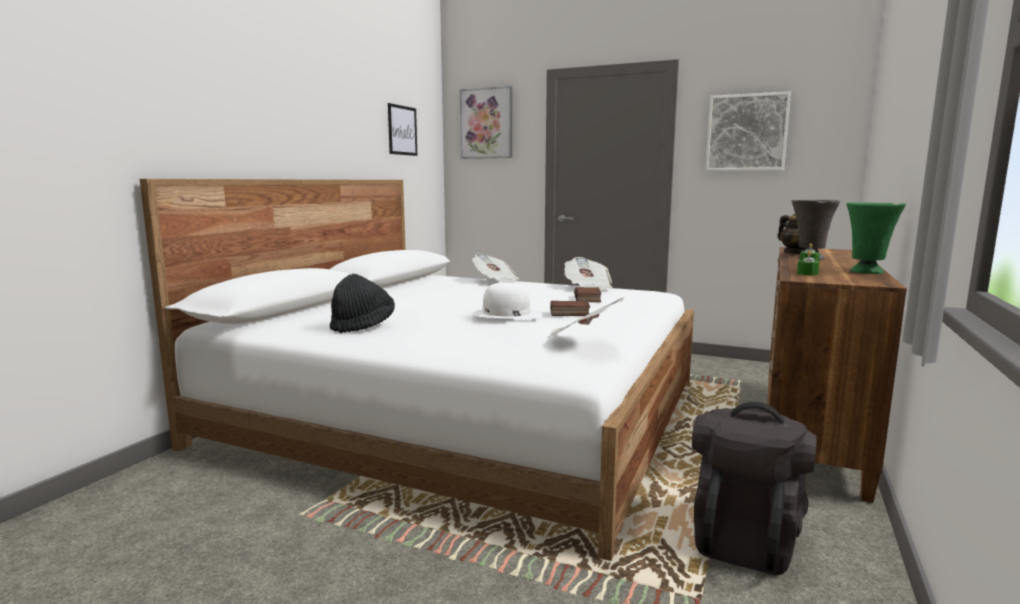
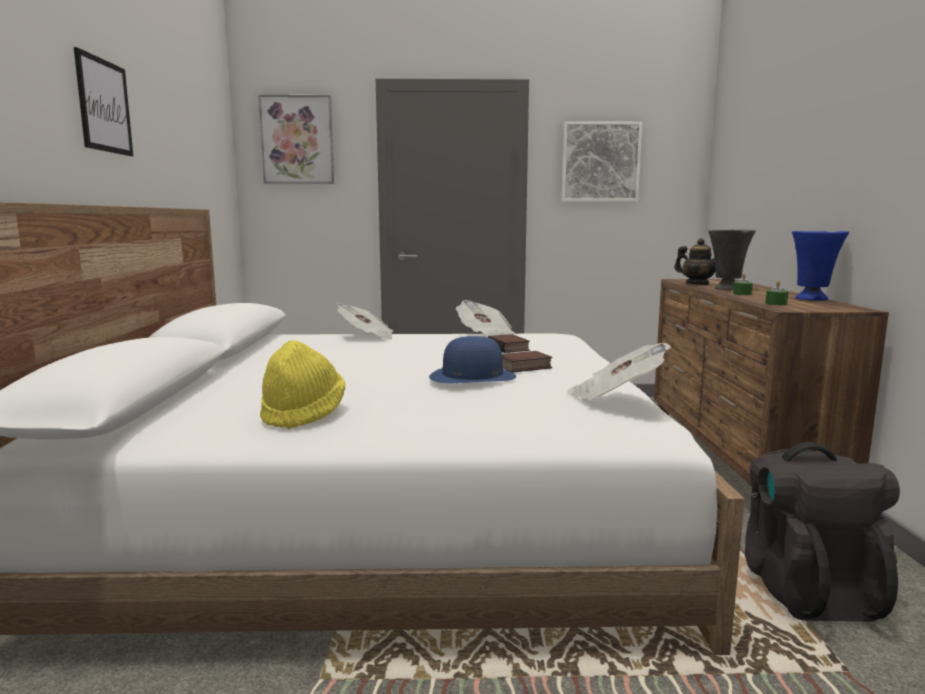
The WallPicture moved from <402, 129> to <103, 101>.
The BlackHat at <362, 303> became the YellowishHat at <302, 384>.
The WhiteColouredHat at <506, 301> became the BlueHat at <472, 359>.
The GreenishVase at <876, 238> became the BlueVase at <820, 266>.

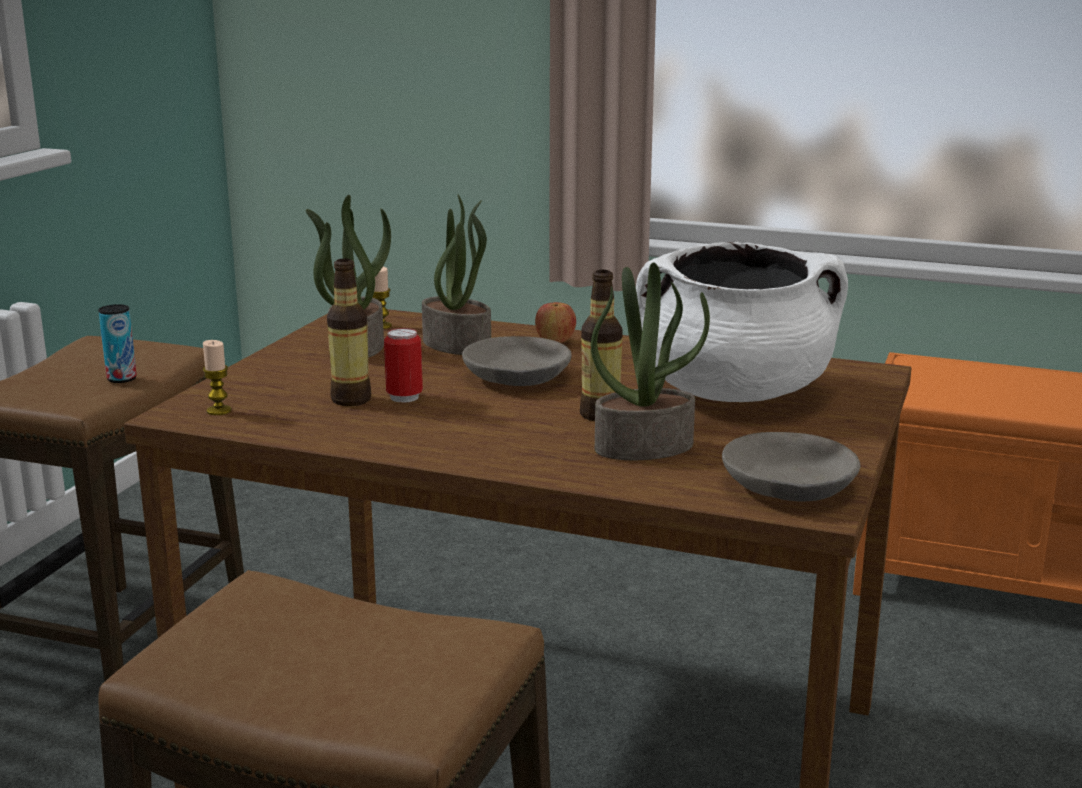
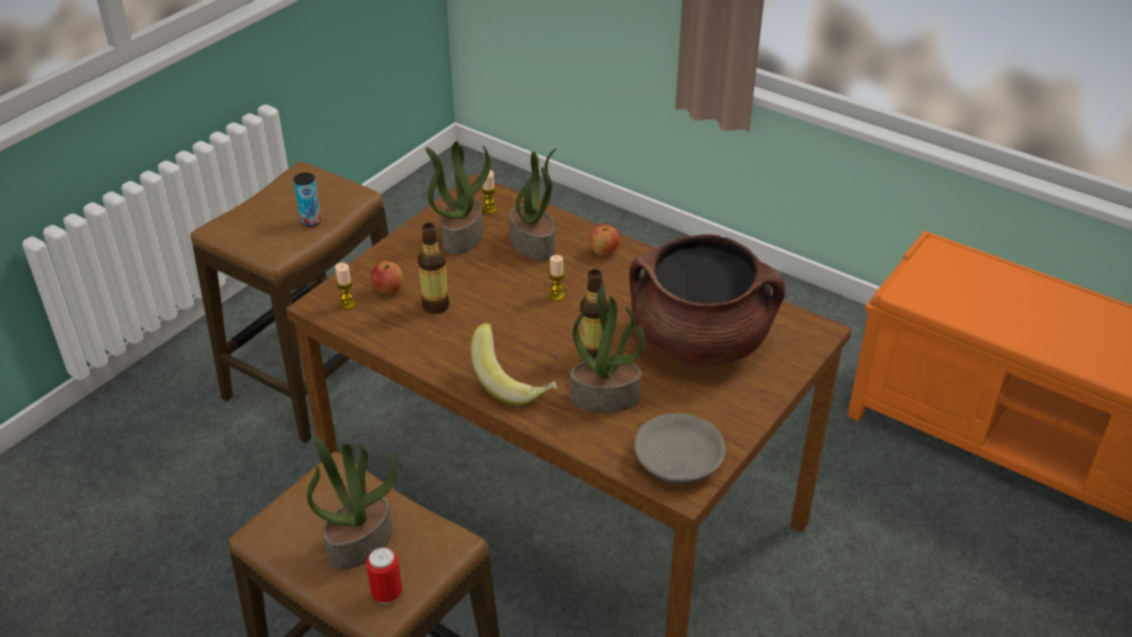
The Houseplant at <351, 504> appeared.
The WholeApple at <387, 277> appeared.
The WholeBanana at <514, 364> appeared.
The Can moved from <403, 365> to <384, 575>.
The GrayServingBowl at <517, 361> was replaced by the WaxCandle at <556, 278>.
The WhiteColouredCookingPot at <742, 322> became the BrownishCookingPot at <707, 300>.

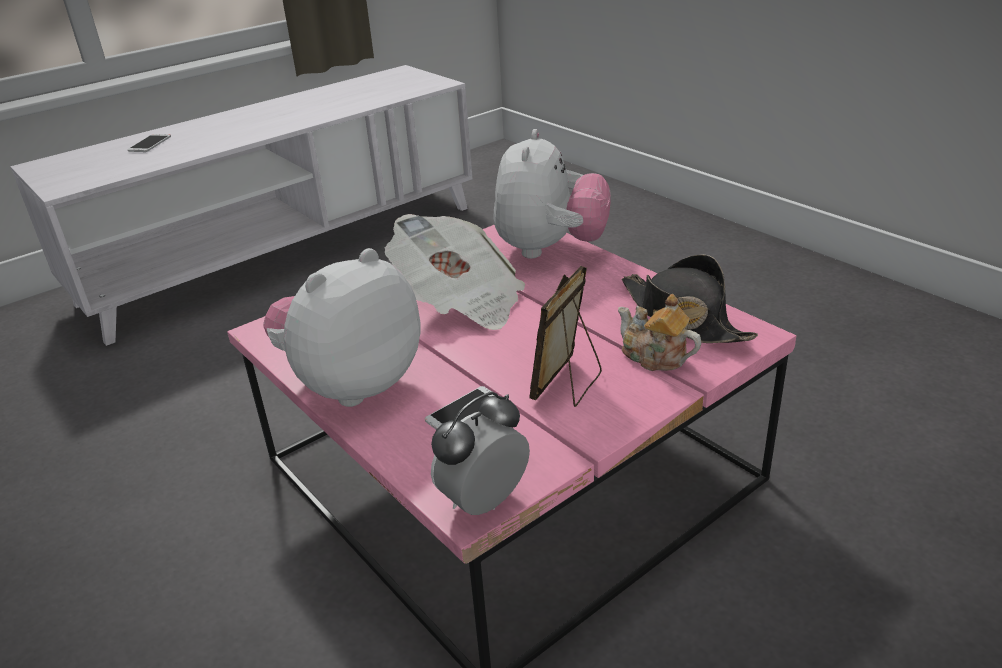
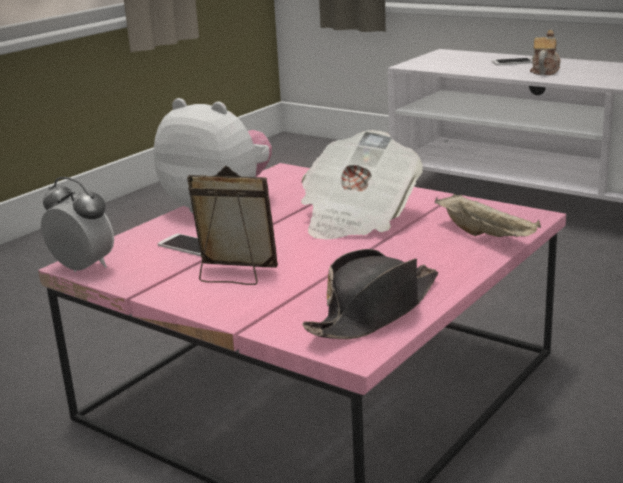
The PotForTea moved from <659, 332> to <545, 52>.
The PlushToy at <552, 194> was replaced by the BeigeColouredCarryingTray at <488, 215>.

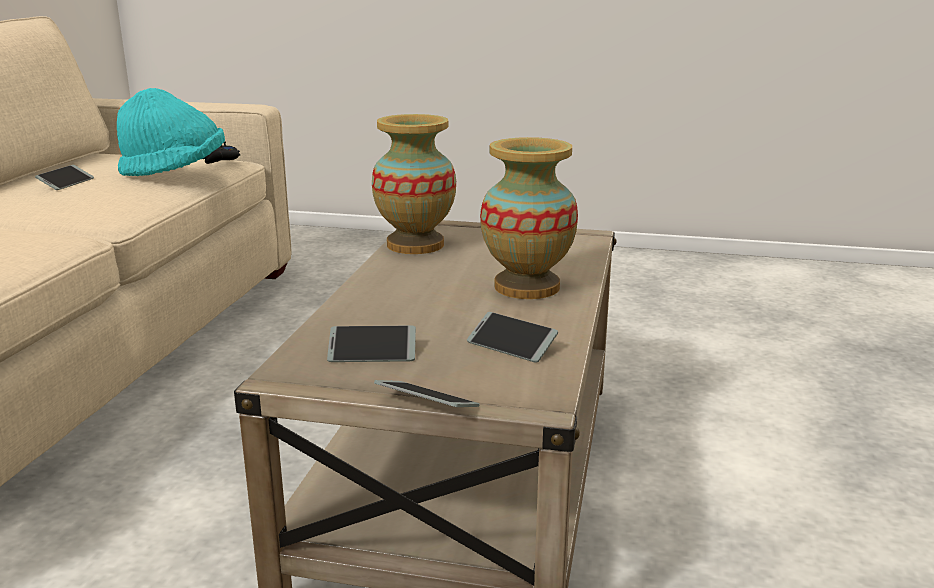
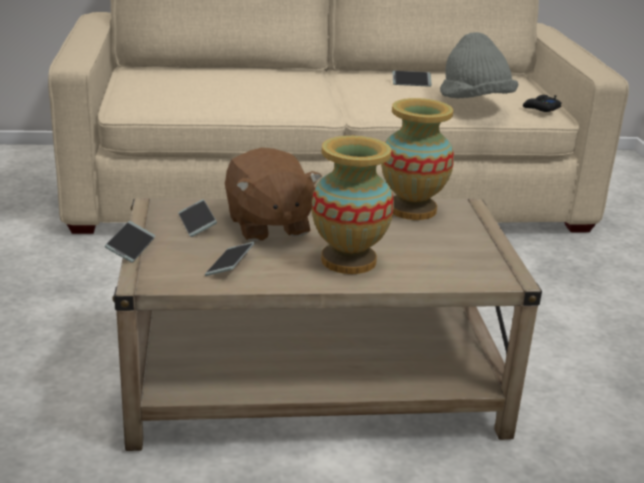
The BrownishPlushToy at <273, 194> appeared.
The BlueGreenHat at <171, 132> became the GrayHat at <479, 65>.

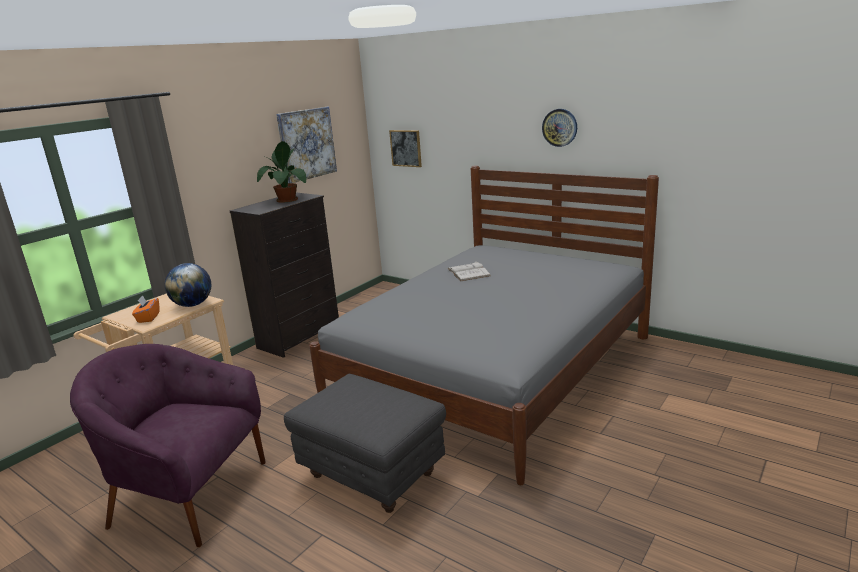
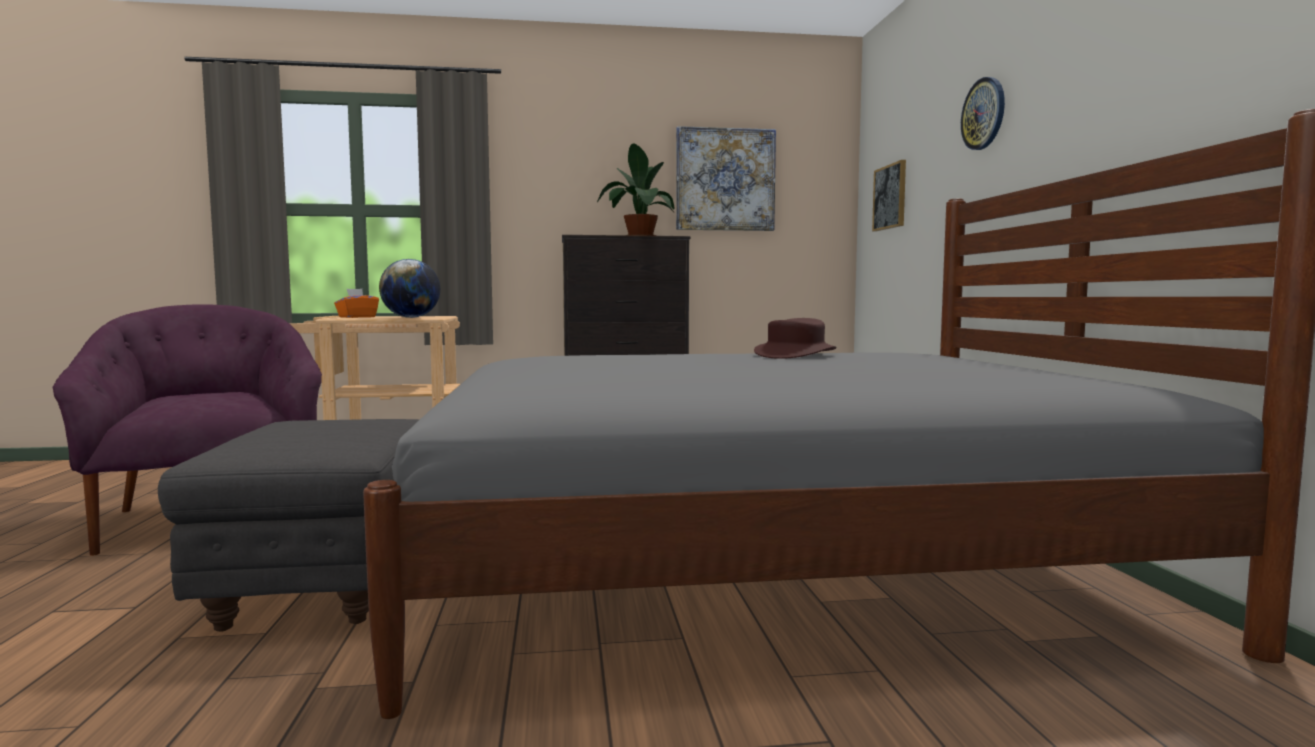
The WallClock moved from <559, 128> to <983, 113>.
The WhiteColouredVolume at <469, 271> was replaced by the BrownishHat at <795, 338>.

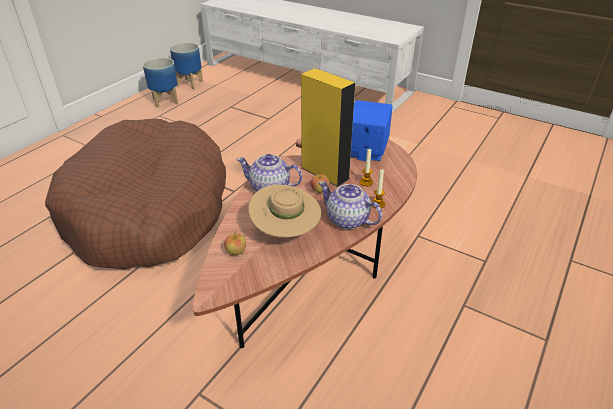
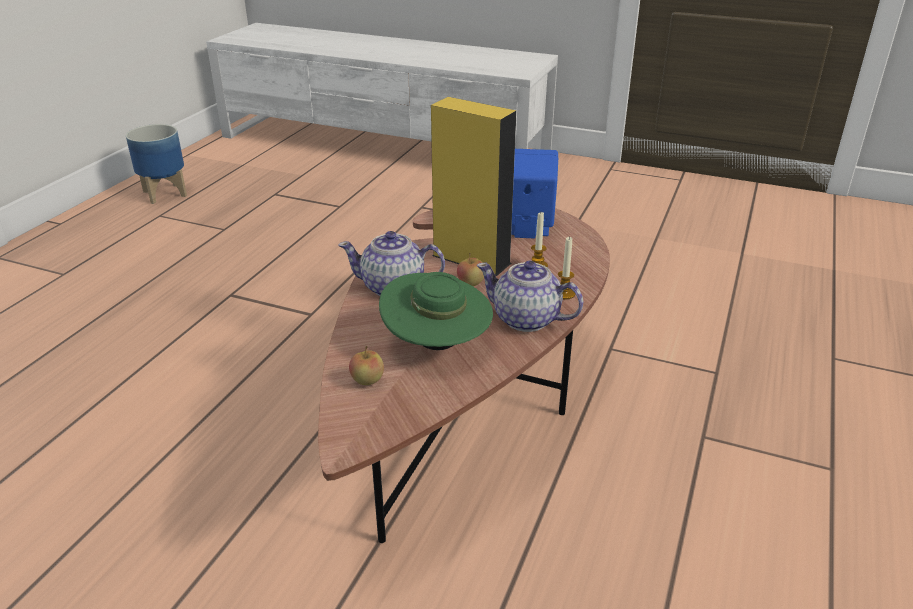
The BrownishDogCushion at <135, 194> disappeared.
The FlowerPot at <186, 65> disappeared.
The BeigeColouredHat at <284, 210> became the GreenishHat at <436, 311>.

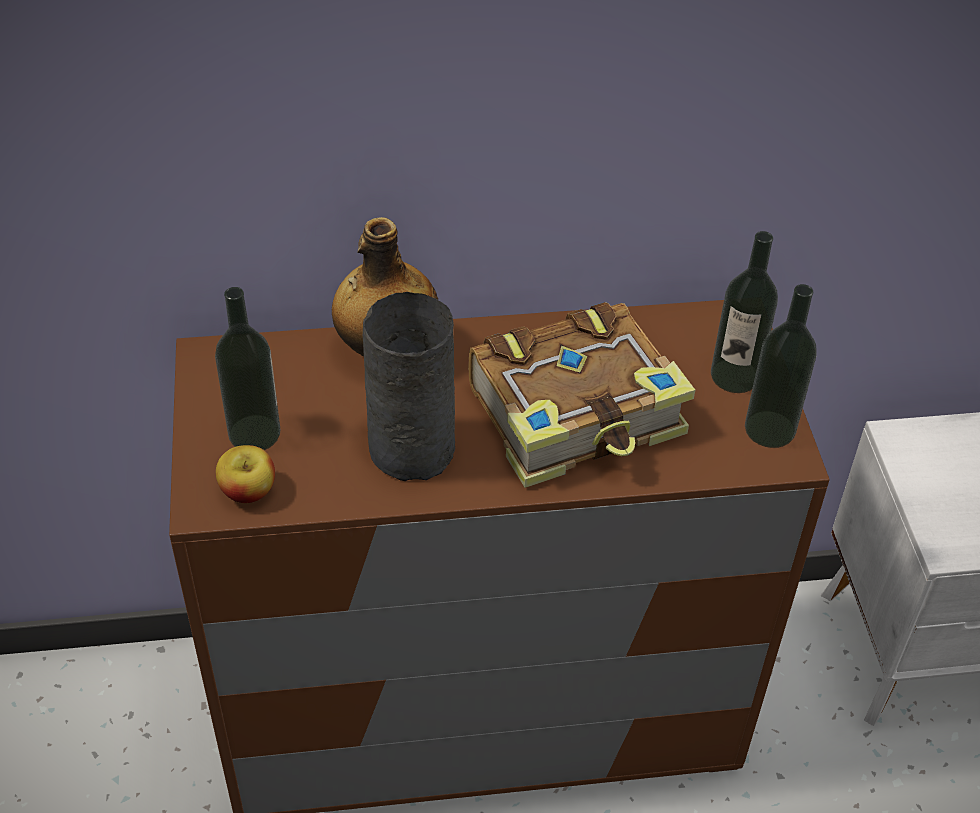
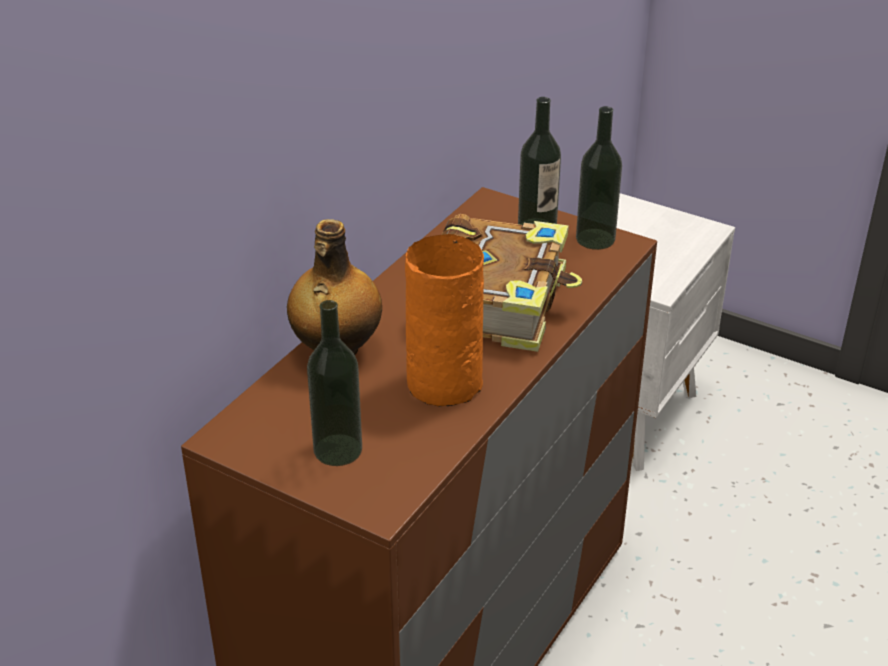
The WholeApple at <245, 474> disappeared.
The GrayVase at <409, 386> became the OrangeVase at <444, 320>.

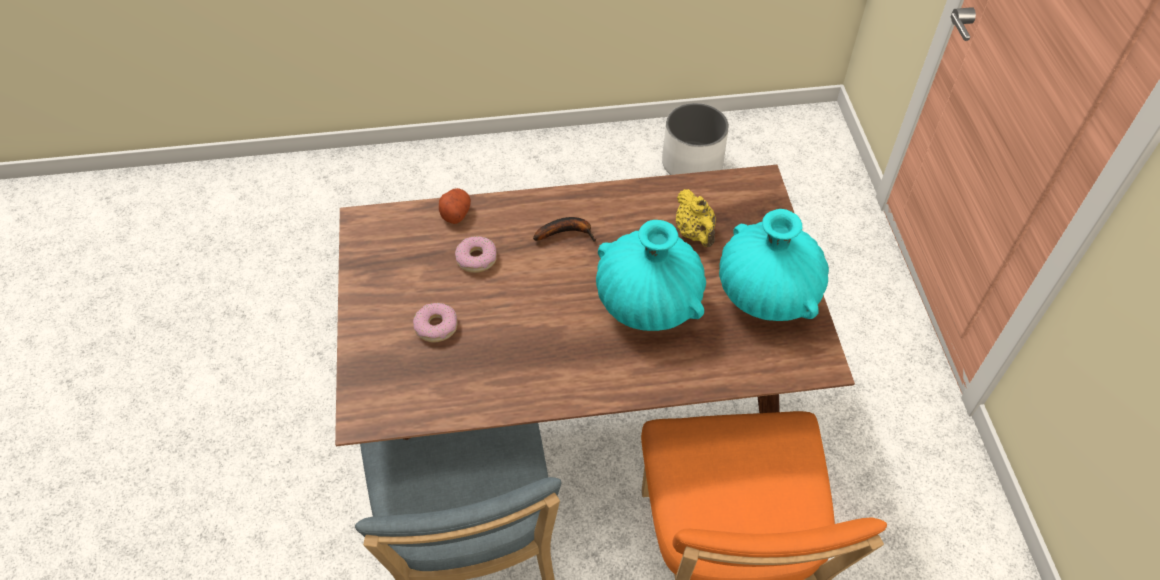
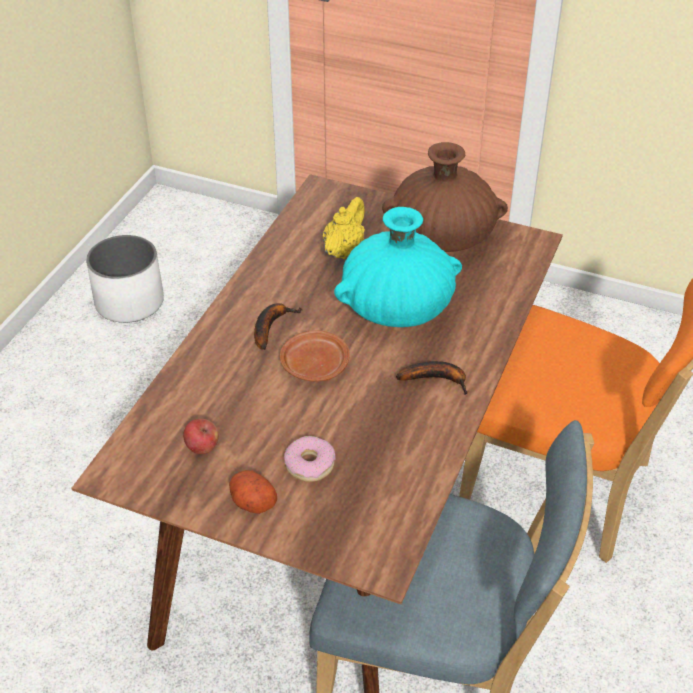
The RingDoughnut at <476, 254> disappeared.
The WholeApple at <201, 436> appeared.
The BrownishFlatDish at <315, 356> appeared.
The WholeBanana at <432, 378> appeared.
The Spud moved from <455, 206> to <253, 492>.
The BlueGreenVase at <774, 265> became the BrownishVase at <445, 197>.
The YellowishPotForTea at <696, 218> turned 75 degrees counterclockwise.

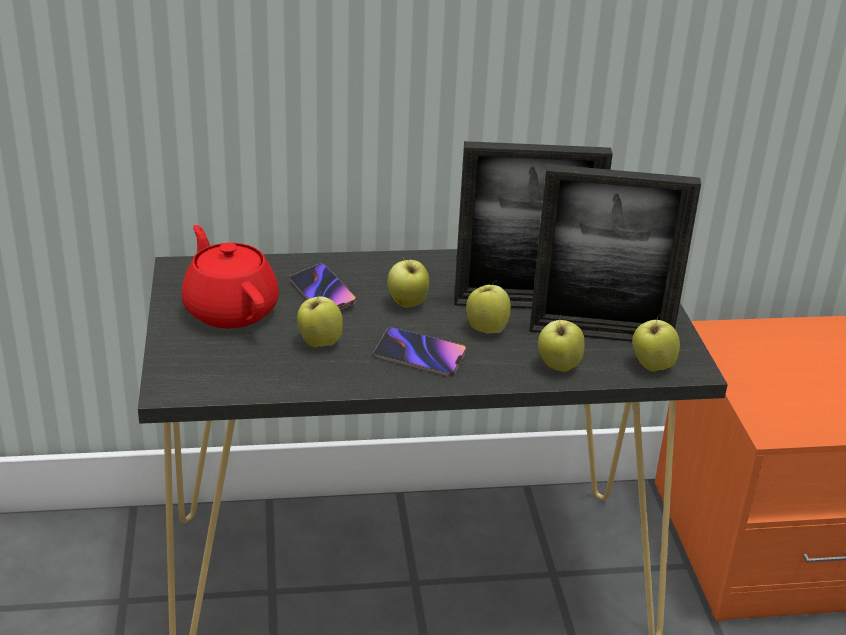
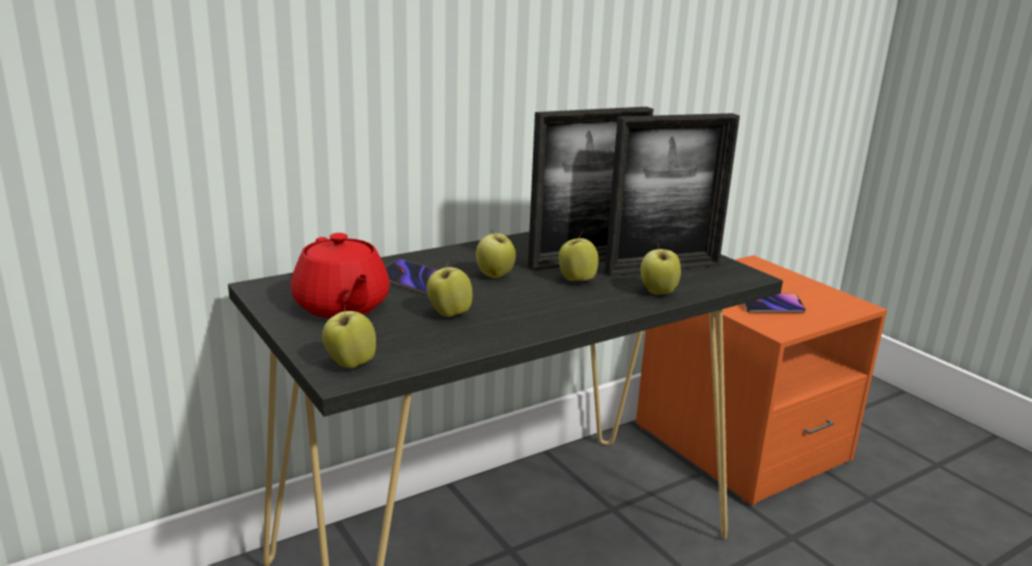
The Telephone moved from <419, 352> to <774, 303>.
The WholeApple moved from <656, 342> to <349, 336>.
The ReddishPotForTea at <230, 277> turned 150 degrees counterclockwise.

